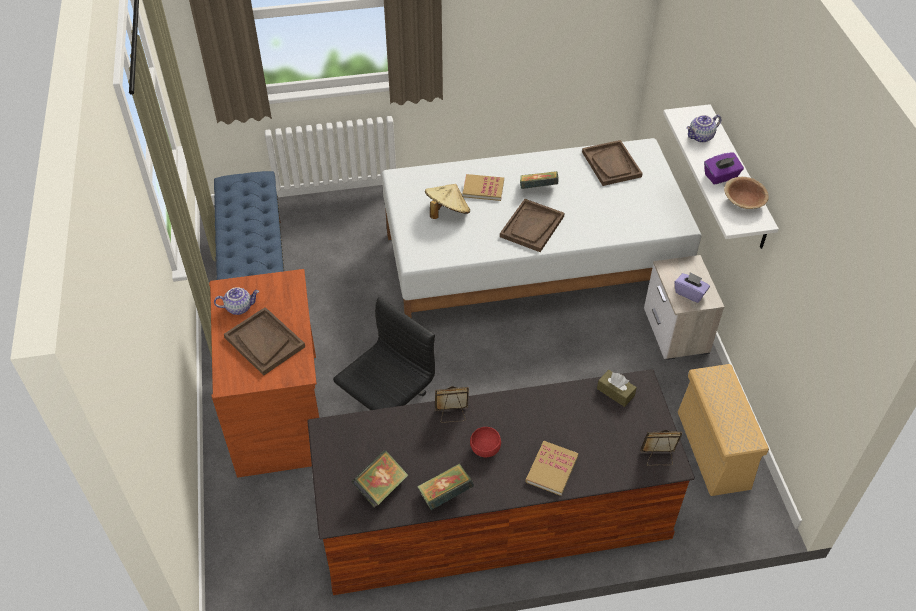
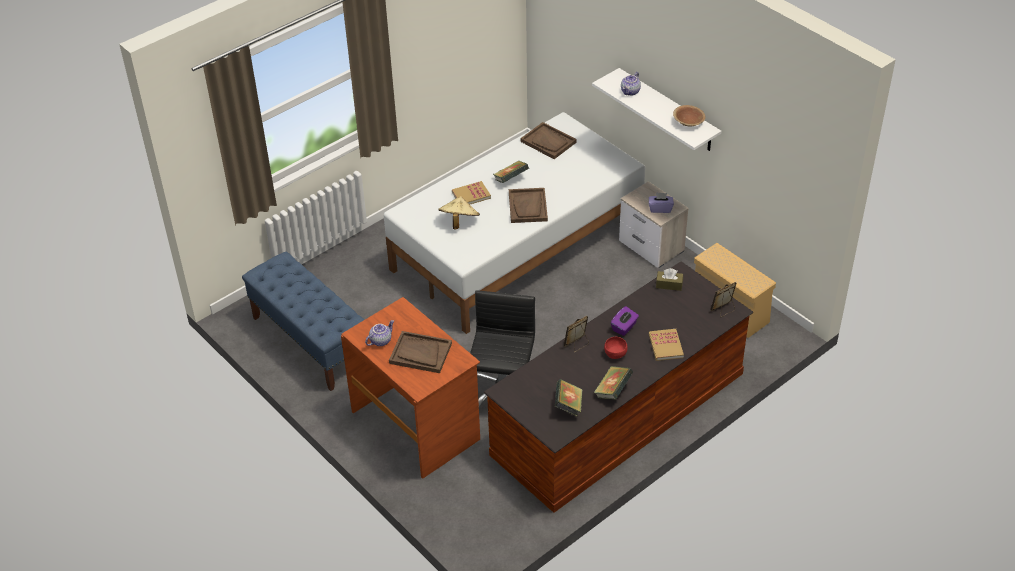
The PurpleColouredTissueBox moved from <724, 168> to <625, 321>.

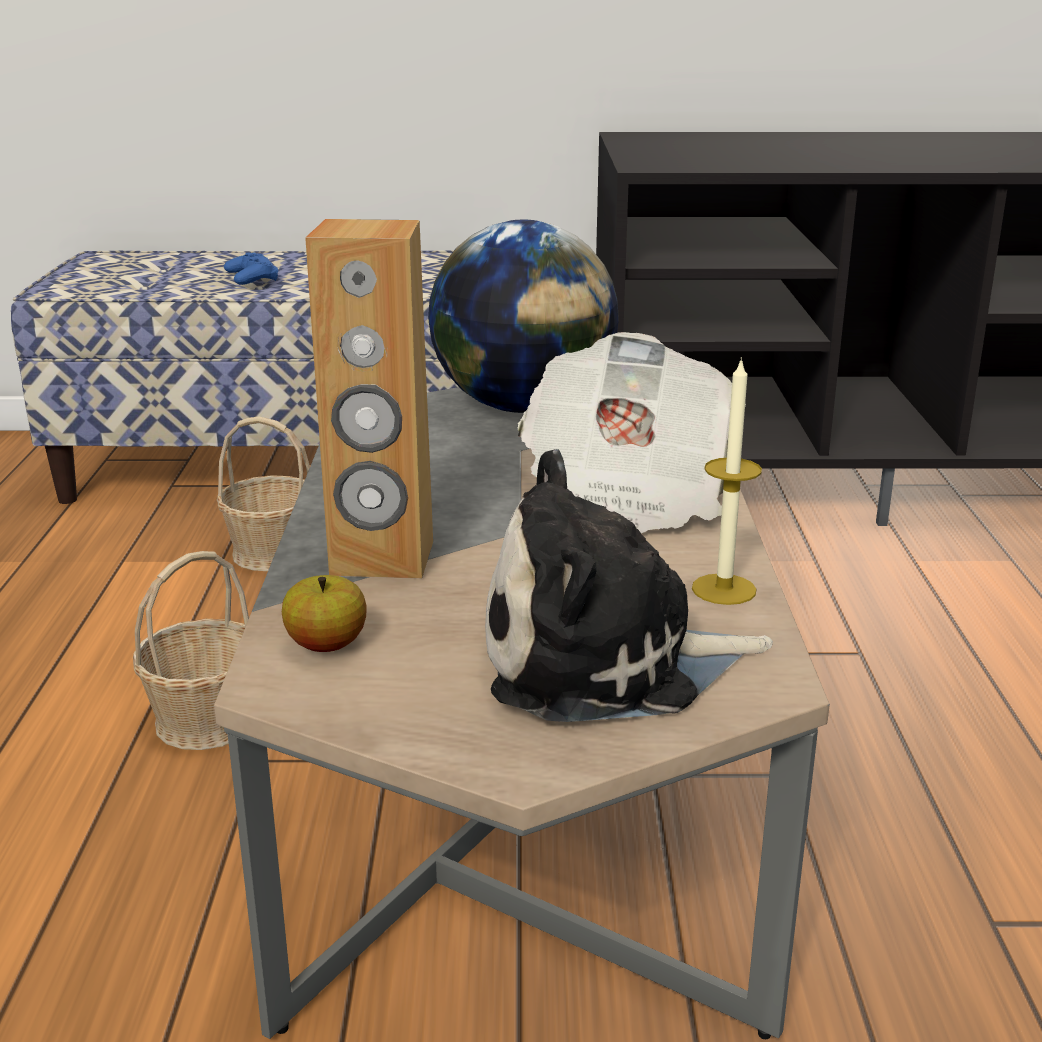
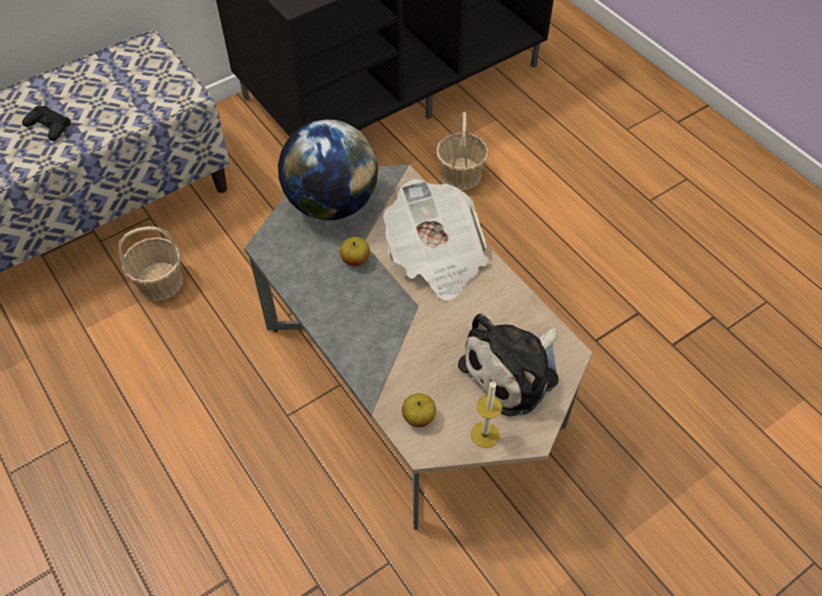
The BrownishLoudspeaker at <369, 399> disappeared.
The WholeApple at <355, 251> appeared.
The Basket moved from <191, 650> to <462, 151>.
The WaxCandle moved from <727, 481> to <486, 414>.
The BlueGamepad at <251, 269> became the BlackGamepad at <46, 123>.

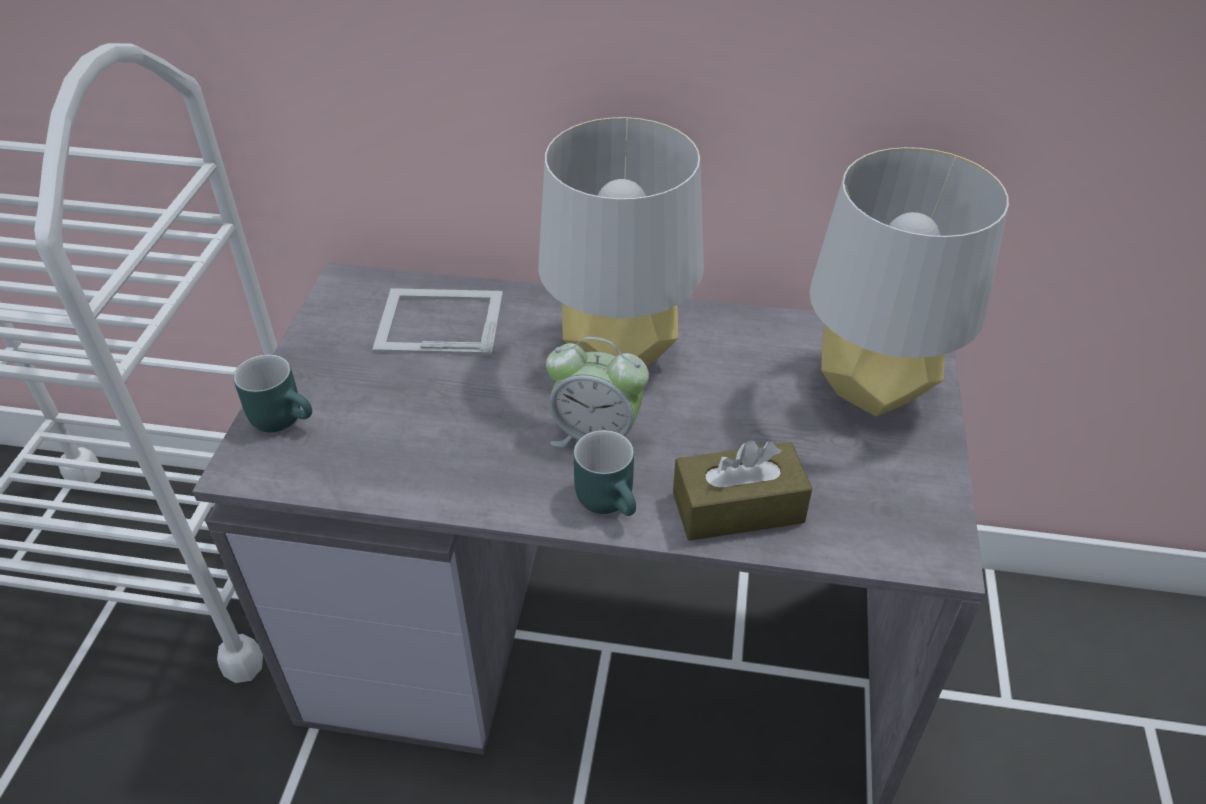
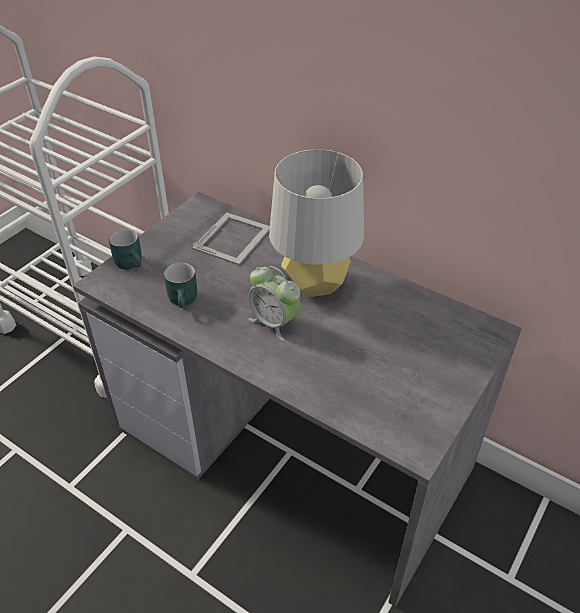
The BrownishTissueBox at <742, 490> disappeared.
The GrayTableLamp at <909, 281> disappeared.
The BlueGreenTeaMug moved from <604, 473> to <180, 285>.
The PictureFrame at <437, 321> turned 90 degrees clockwise.

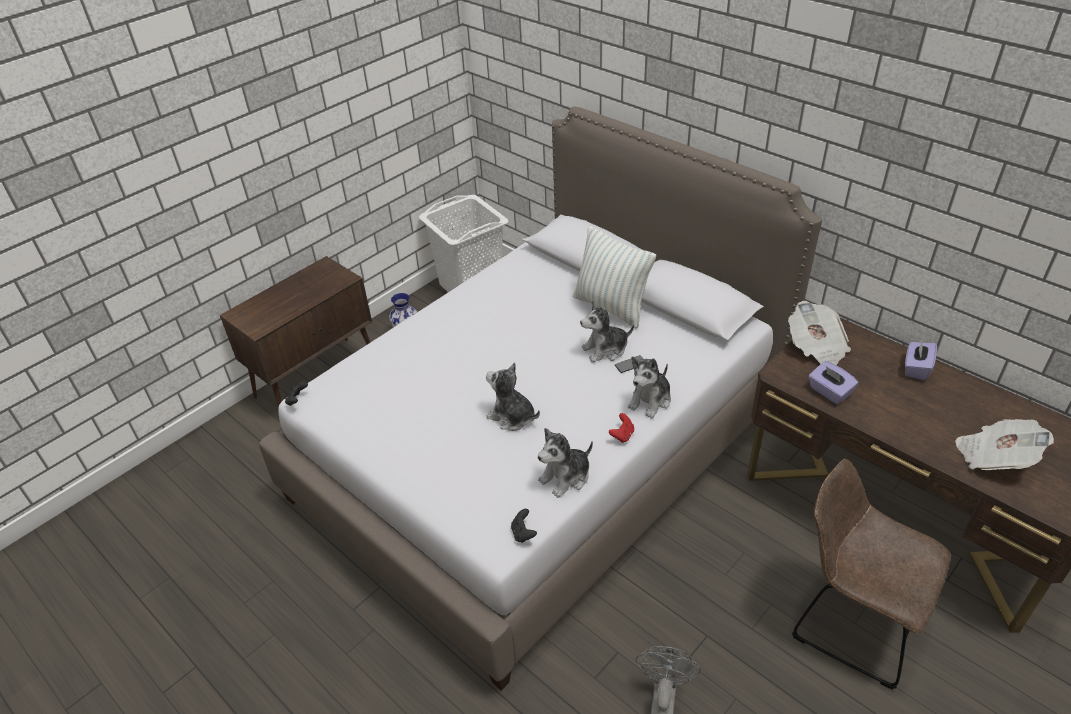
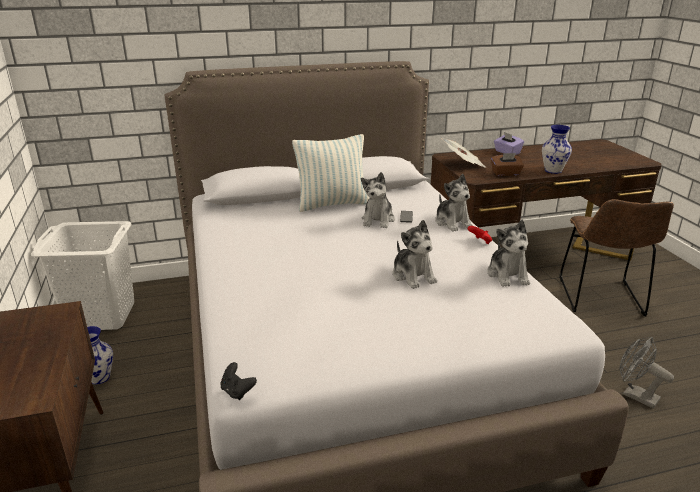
The BlackGamepad at <524, 526> disappeared.
The DailyPaper at <1004, 444> disappeared.
The Vase at <557, 149> appeared.
The PurpleColouredTissueBox at <833, 382> became the BrownishTissueBox at <507, 164>.
The PlushToy at <513, 397> turned 90 degrees counterclockwise.
The BrownishPlainChair at <871, 574> turned 60 degrees counterclockwise.

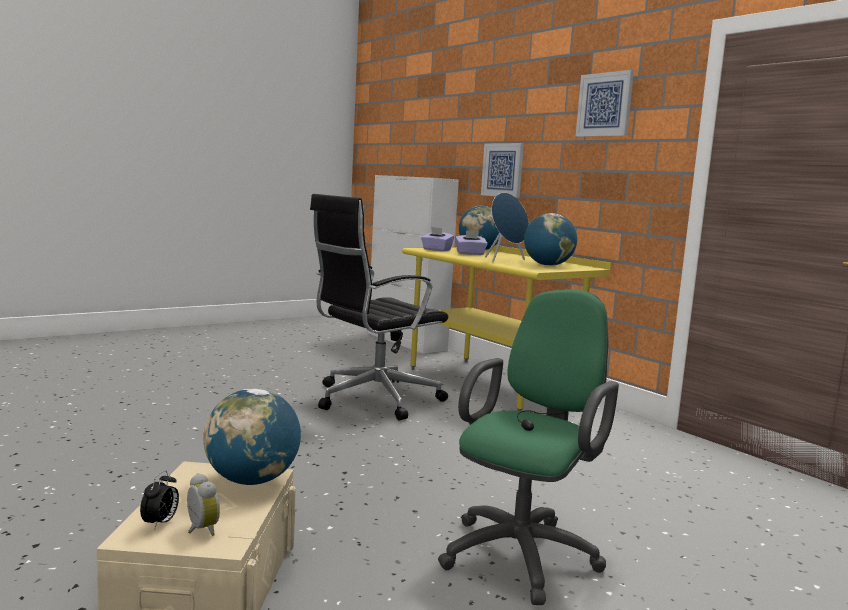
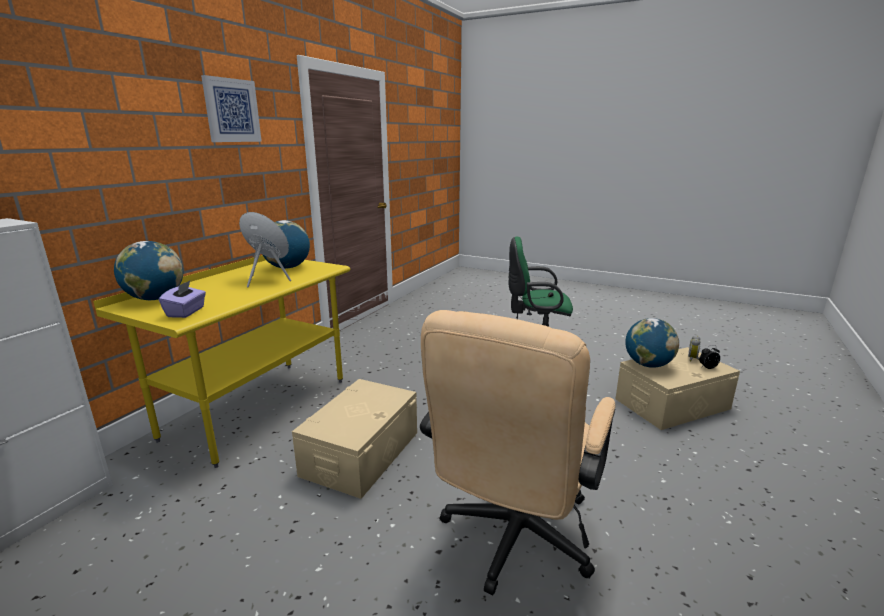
The PurpleColouredTissueBox at <471, 242> disappeared.
The WallPicture at <502, 170> disappeared.
The BeigeColouredDeskChair at <517, 452> appeared.
The BlackDeskChair at <379, 307> was replaced by the BeigeColouredStorageContainer at <354, 439>.

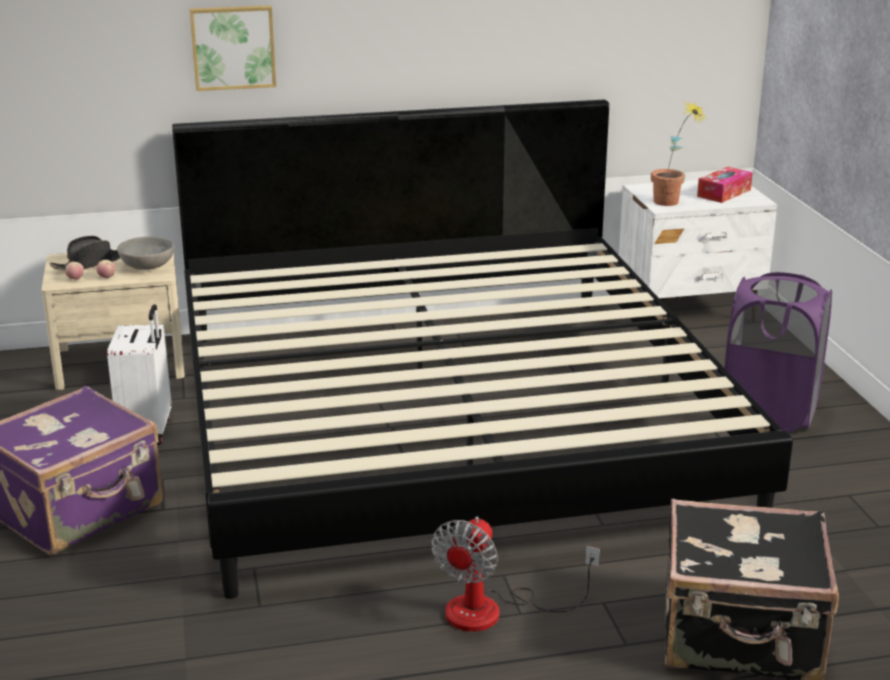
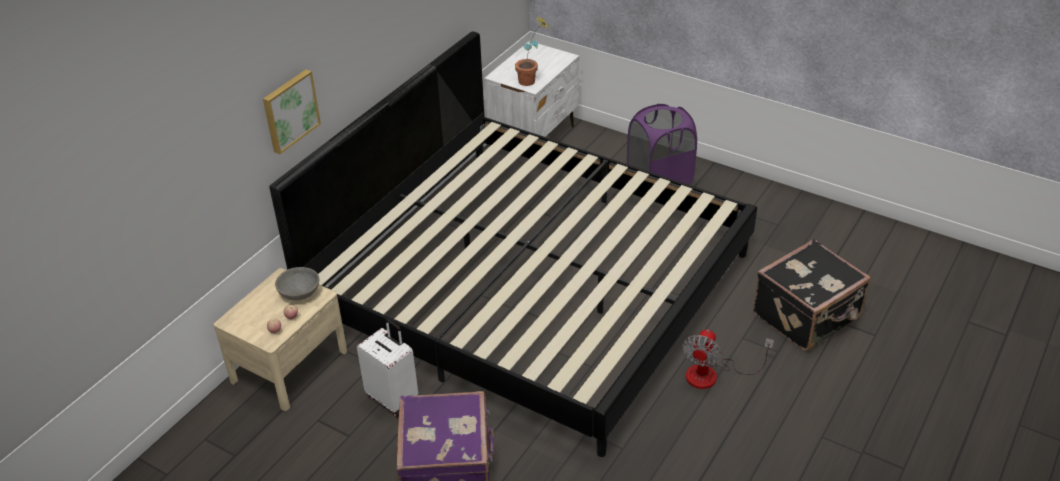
The BlackHat at <84, 253> disappeared.
The TissueBox at <725, 185> disappeared.
The CoolingFan at <515, 574> turned 45 degrees clockwise.

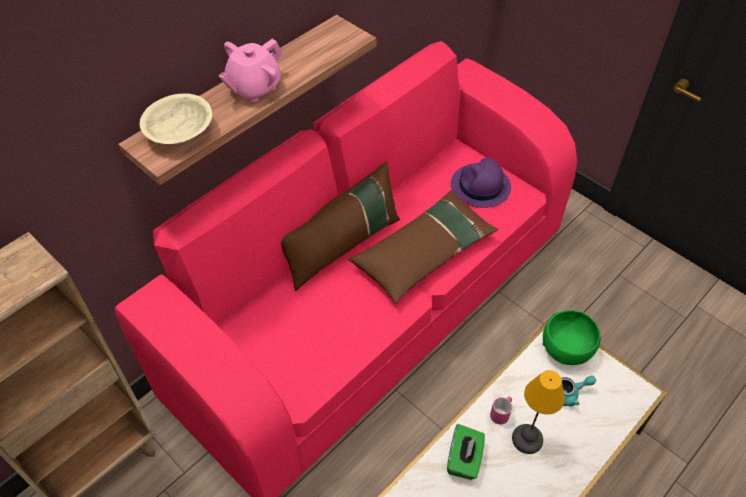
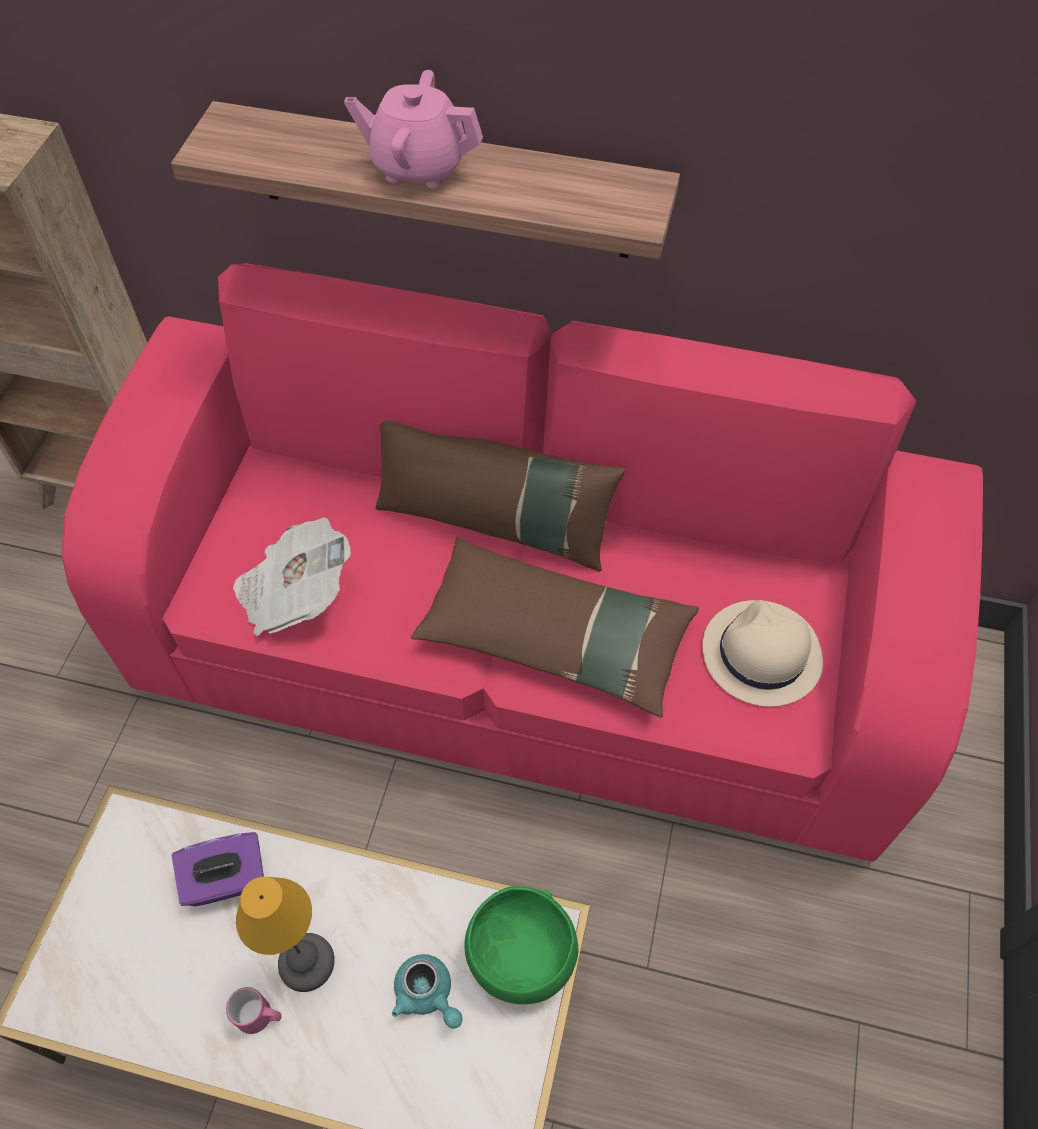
The BeigeColouredServingBowl at <176, 119> disappeared.
The DailyPaper at <292, 577> appeared.
The PinkishTeaMug moved from <501, 410> to <254, 1010>.
The GreenishTissueBox at <466, 452> became the PurpleColouredTissueBox at <218, 869>.
The PurpleColouredHat at <481, 183> became the BeigeColouredHat at <763, 653>.

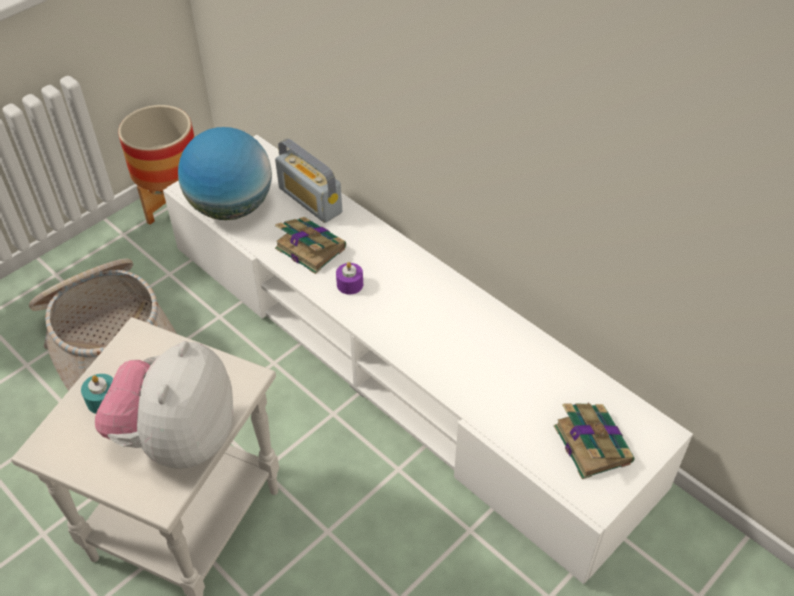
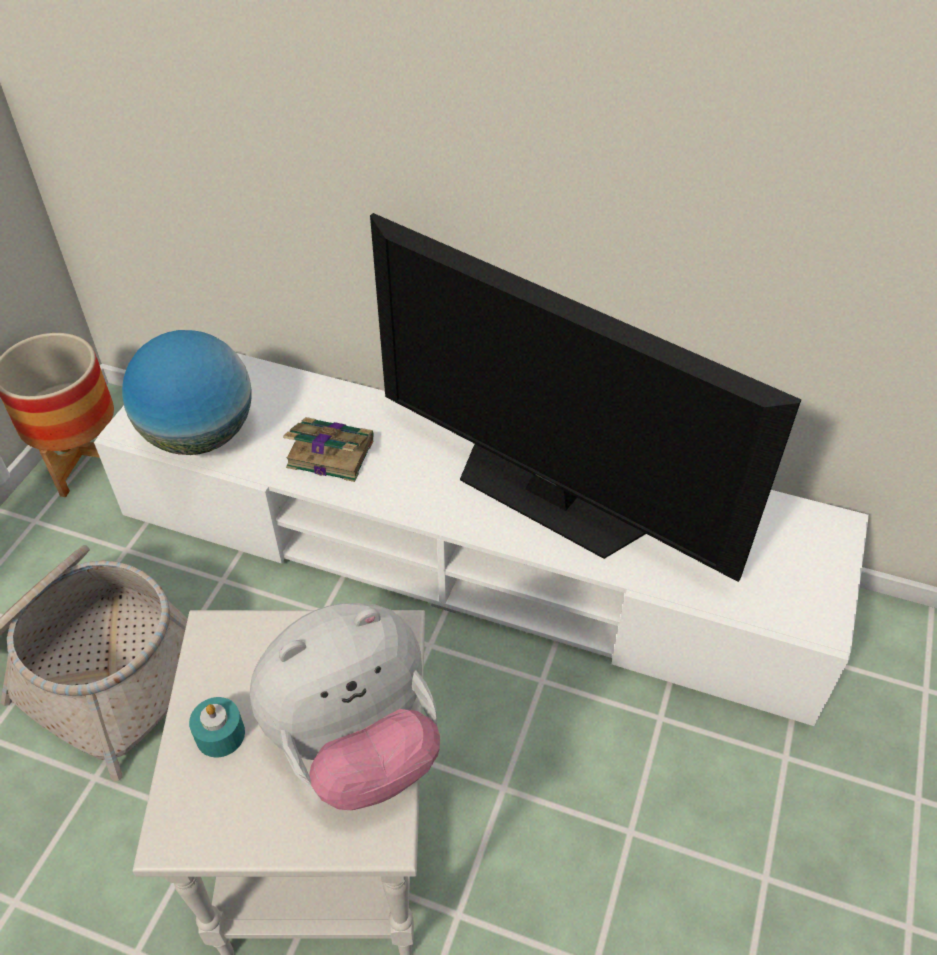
The Radio at <308, 180> disappeared.
The PurpleColouredWaxCandle at <349, 278> disappeared.
The Volume at <594, 441> disappeared.
The Tv at <586, 397> appeared.
The PlushToy at <164, 405> turned 105 degrees counterclockwise.

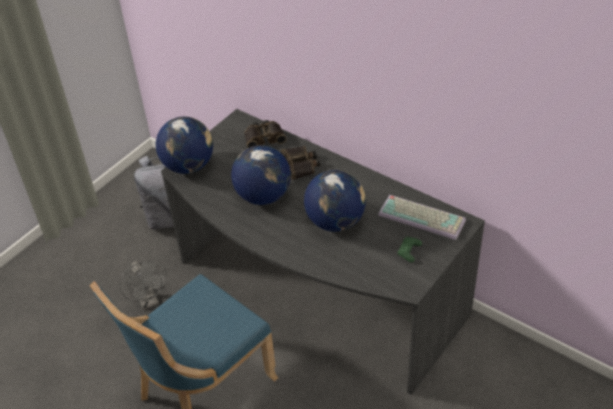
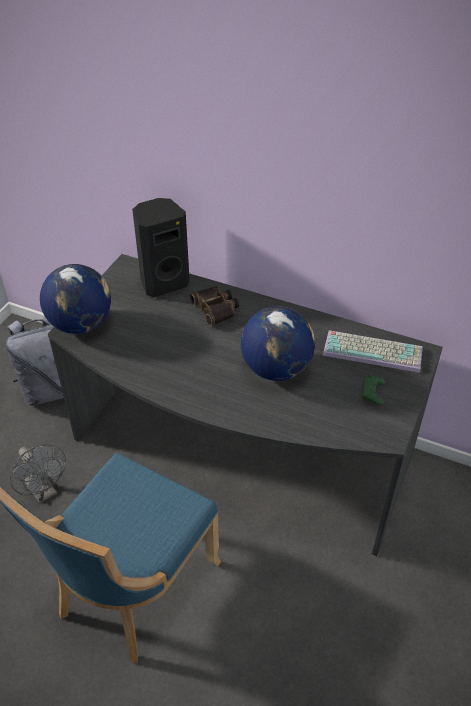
The Globe at <261, 175> disappeared.
The Binoculars at <265, 134> was replaced by the BlackLoudspeaker at <161, 247>.

